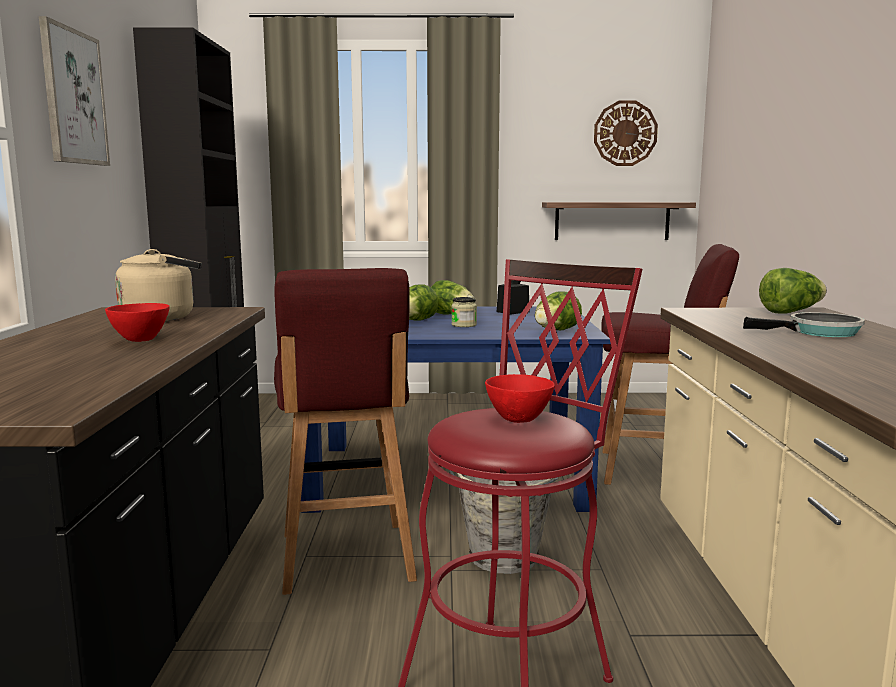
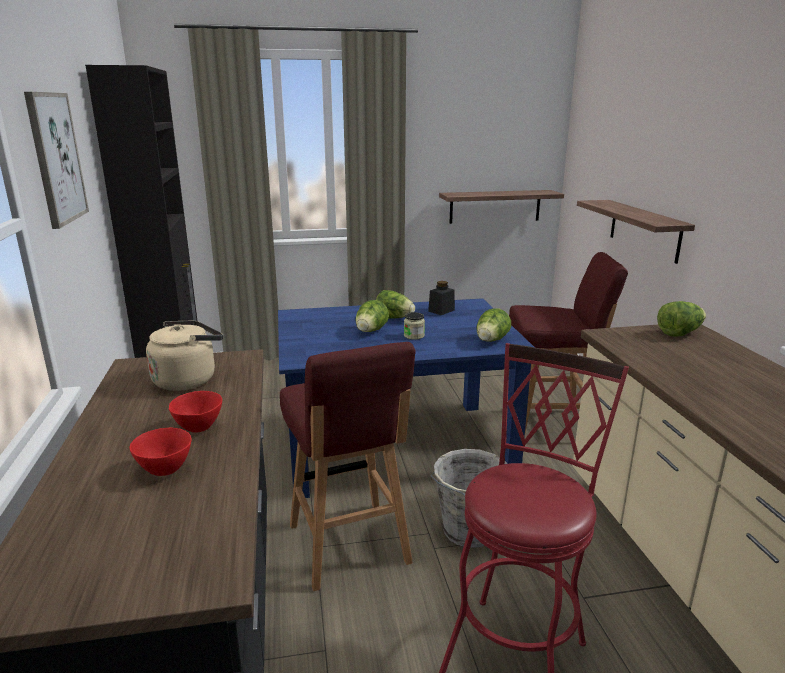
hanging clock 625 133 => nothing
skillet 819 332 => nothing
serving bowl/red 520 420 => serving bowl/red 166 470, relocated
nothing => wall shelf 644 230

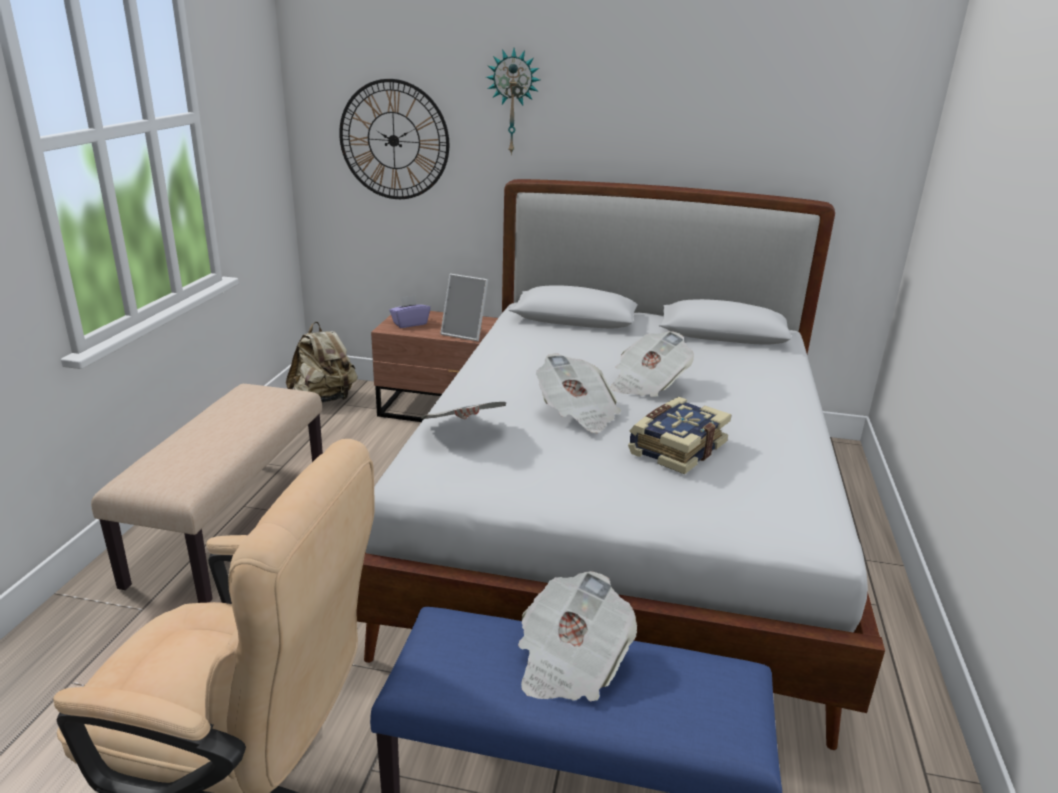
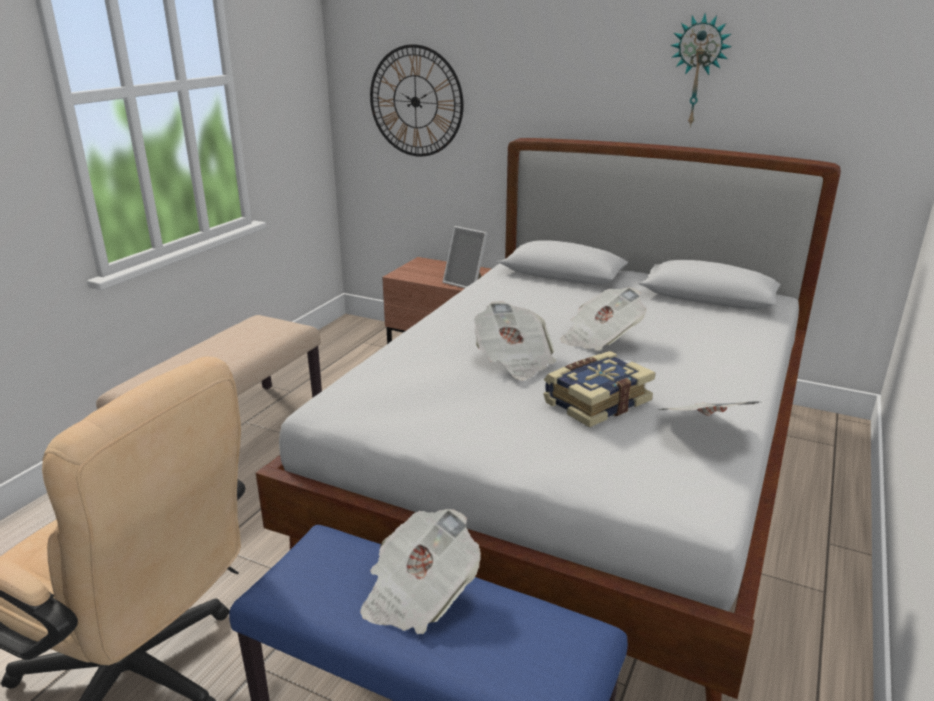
hanging clock 513 102 => hanging clock 698 71, relocated
box of tissues/purple-coloured 410 323 => nothing
rucksack/beige-coloured 324 399 => nothing
daily paper 463 432 => daily paper 702 429, relocated

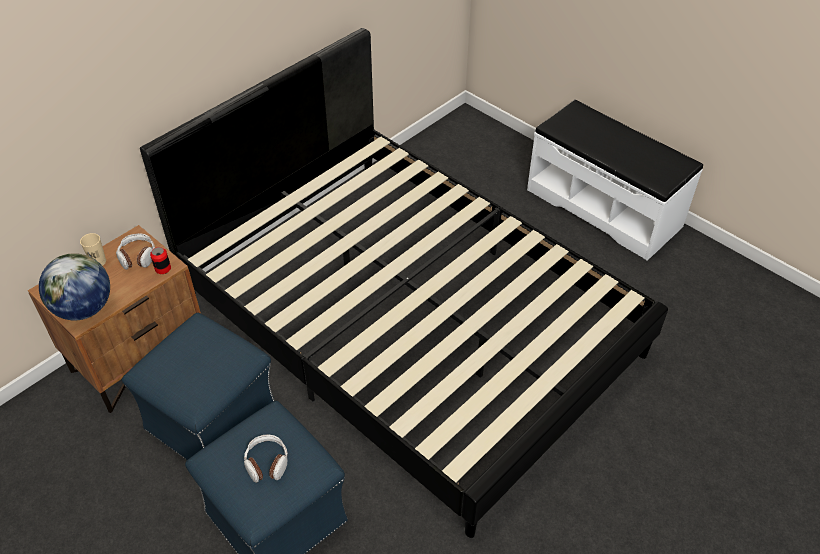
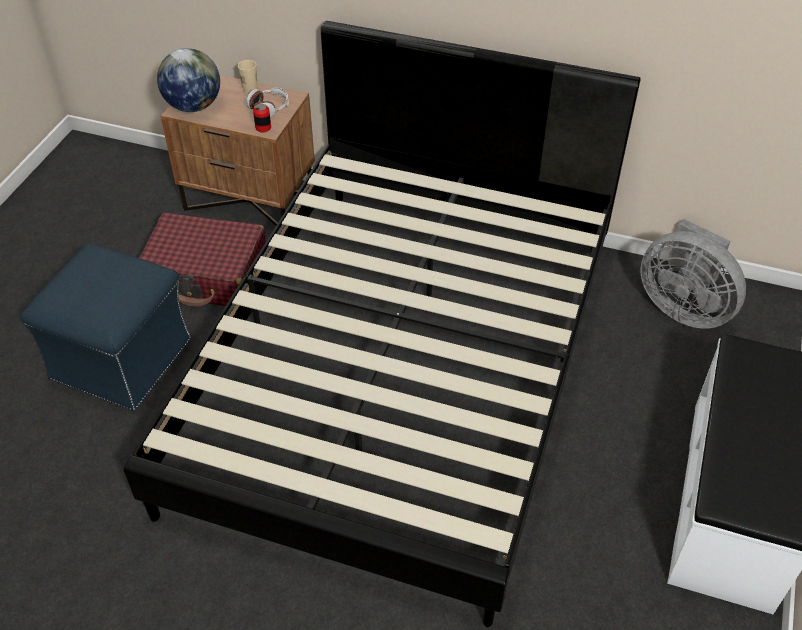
footrest/bluish 213 419 => piece of luggage/red 206 274
headset 267 463 => nothing
nothing => fan/greyish 683 307

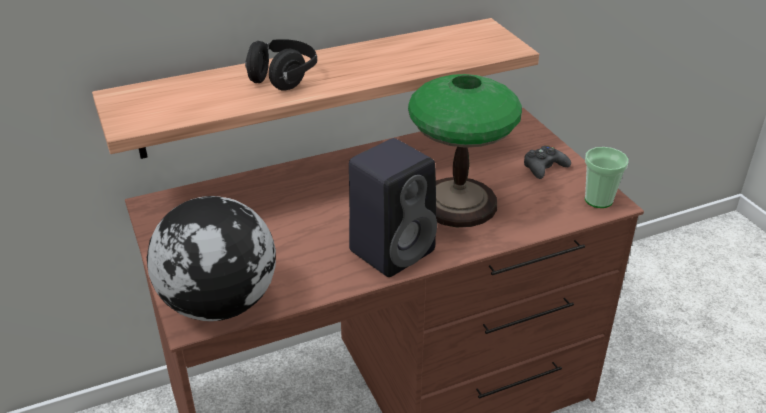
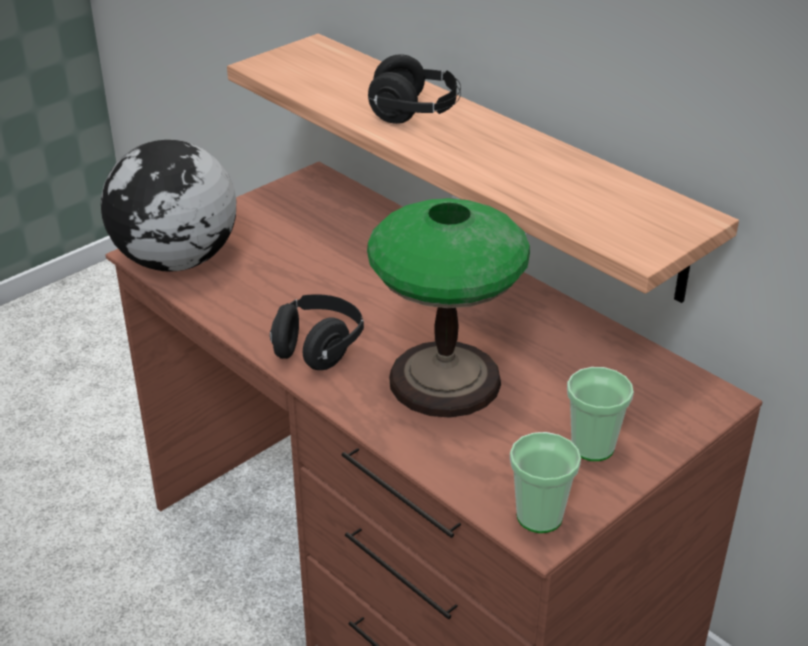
audio speaker/blackish 393 249 => headset/blackish 318 348
gamepad/blackish 544 167 => drinking cup 592 447

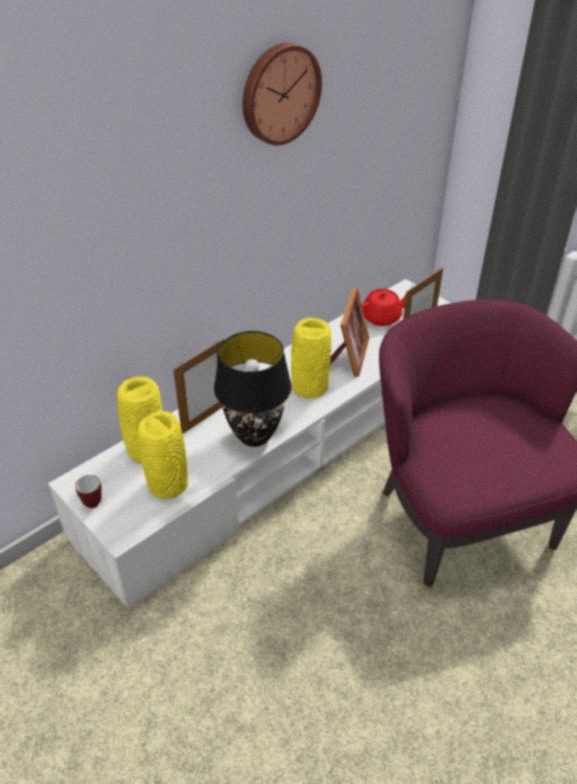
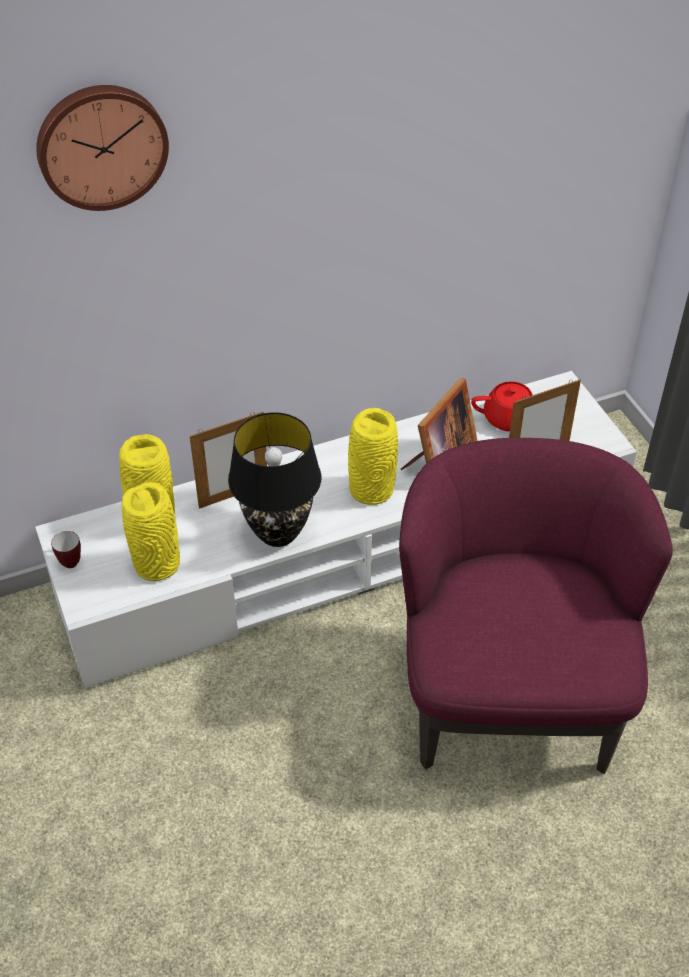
hanging clock 279 93 => hanging clock 101 145, relocated

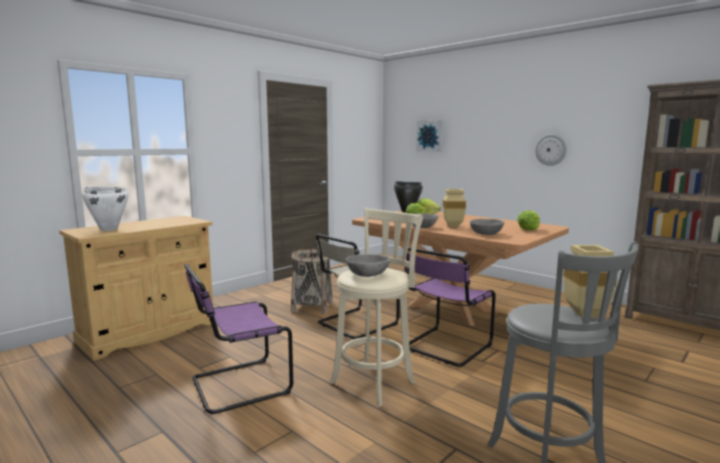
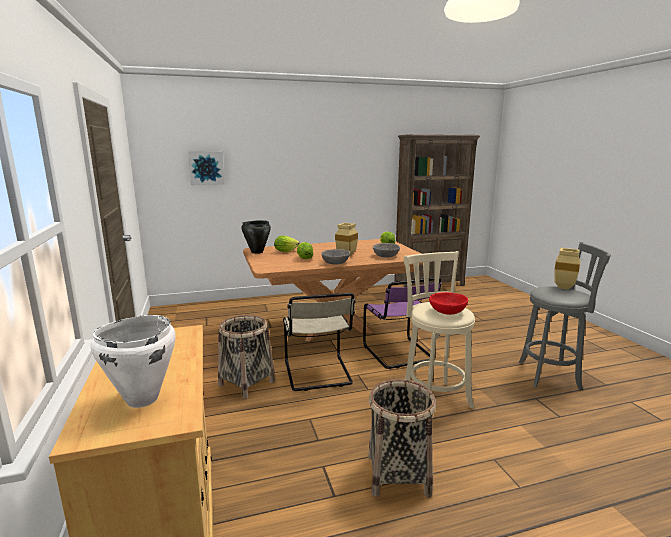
hanging clock 551 150 => nothing
serving bowl/greyish 367 274 => serving bowl/red 447 311
upright chair/purple-coloured 236 386 => household basket 398 475

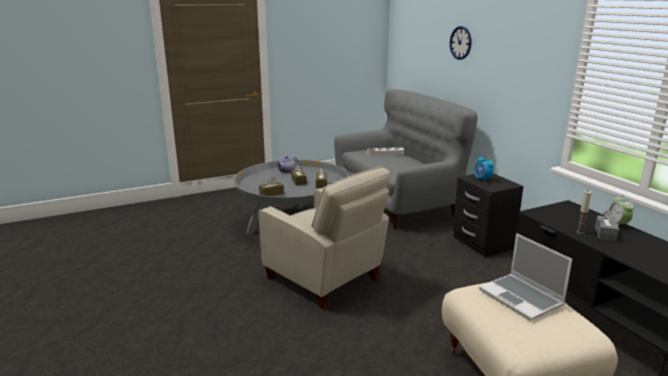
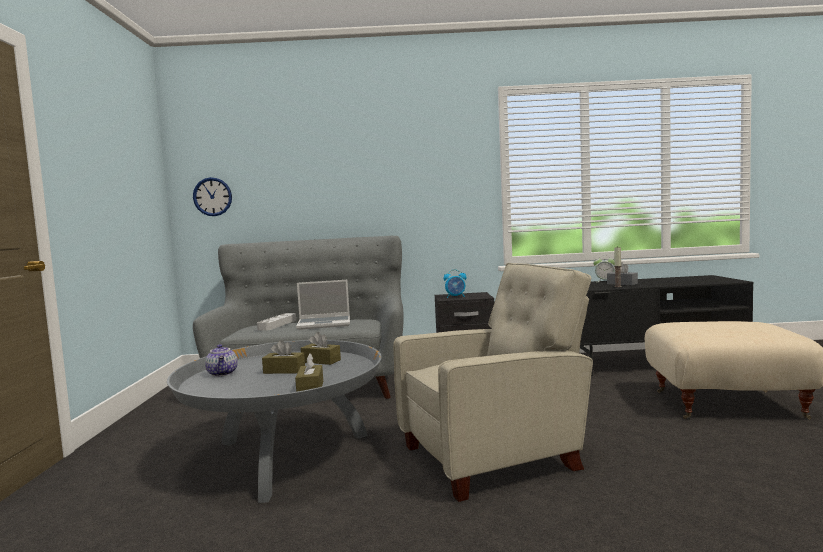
hanging clock 460 43 => hanging clock 212 196, relocated
notebook computer 522 298 => notebook computer 325 324, relocated

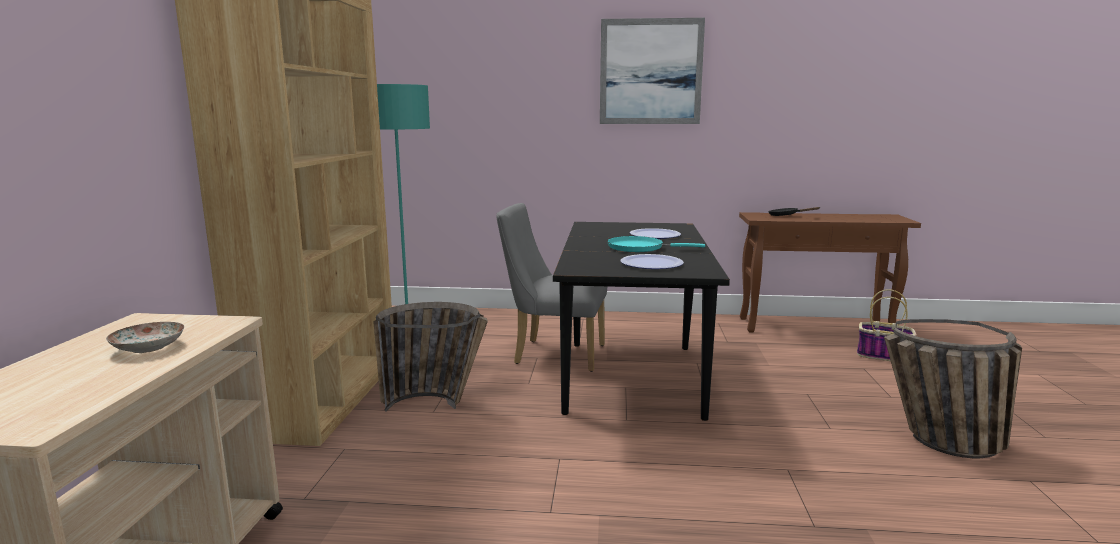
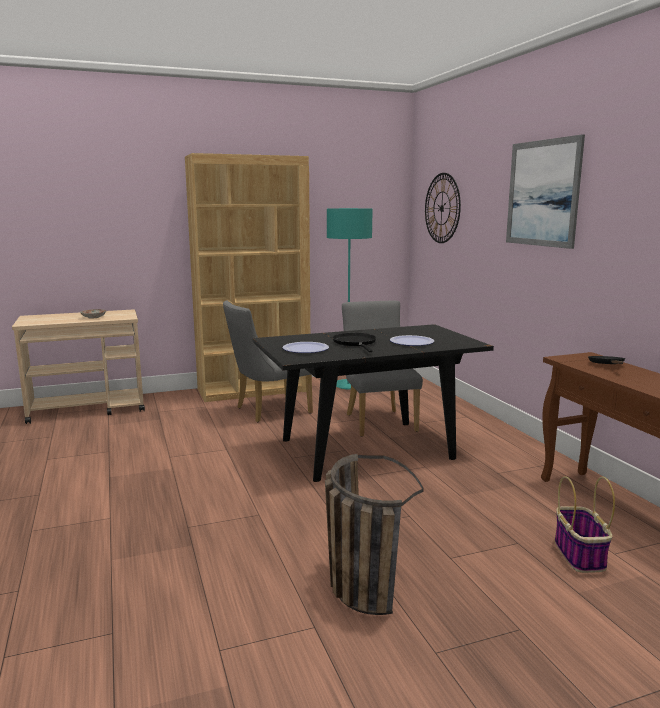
skillet/turquoise 639 248 => skillet/blackish 355 343
household basket 437 404 => upright chair/greyish 268 411
nothing => hanging clock 442 208

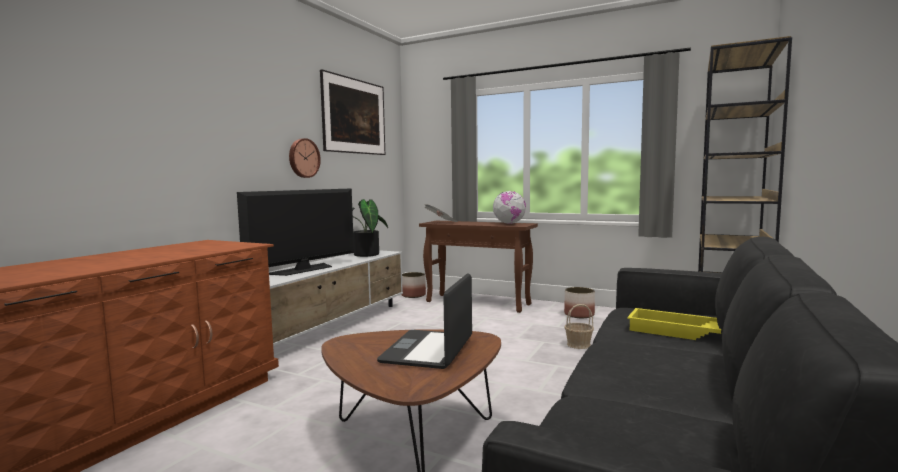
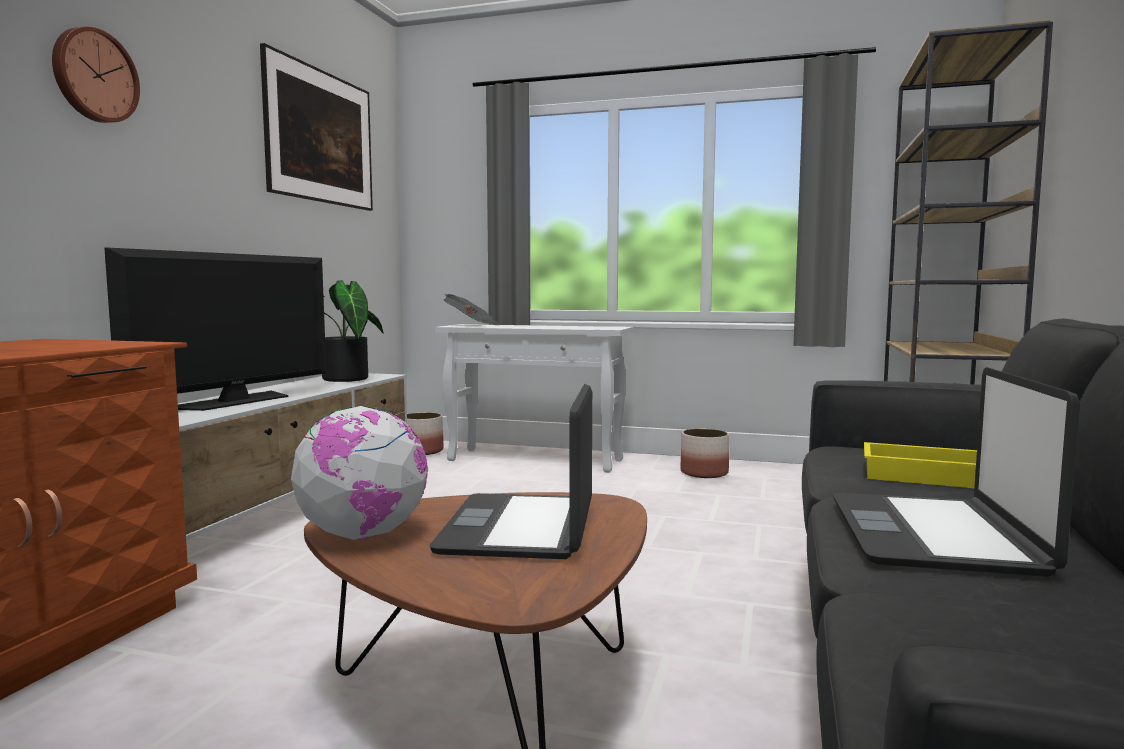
hanging clock 303 158 => hanging clock 94 76, relocated
desk globe 509 223 => desk globe 363 535, relocated
narrow table/brown-coloured 478 303 => narrow table/whitish 536 460
household basket 578 345 => nothing
nothing => notebook computer 935 536

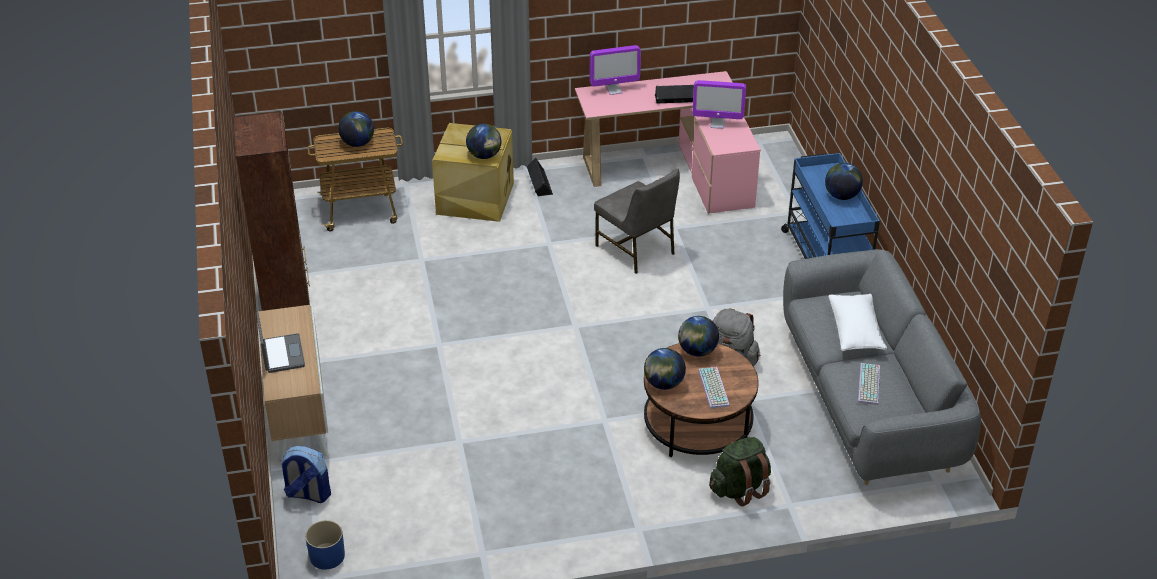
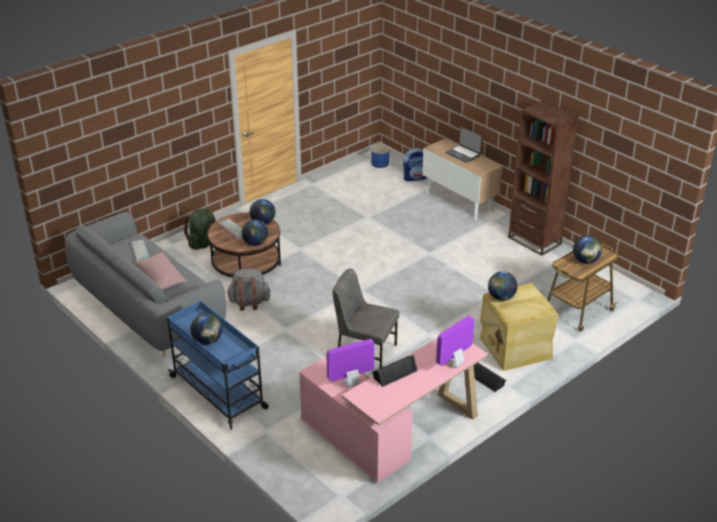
cushion/whitish 855 331 => cushion/pink-coloured 161 278

